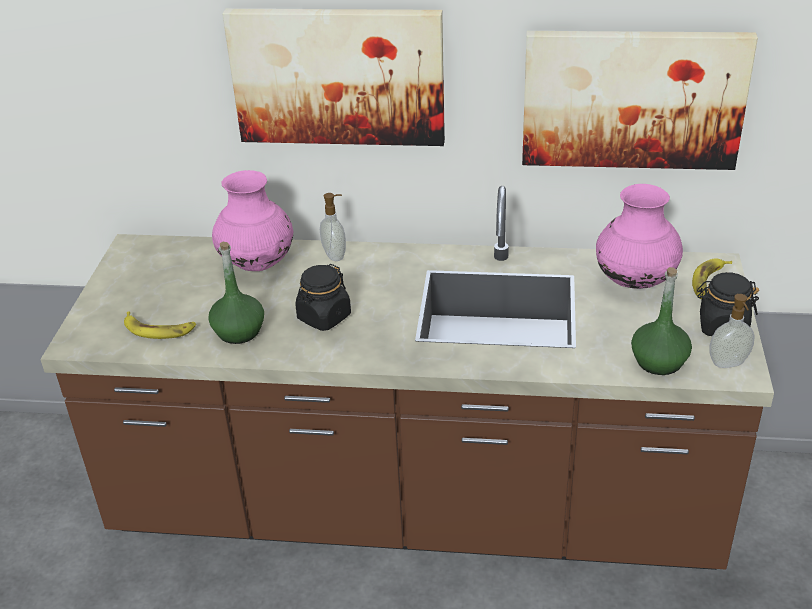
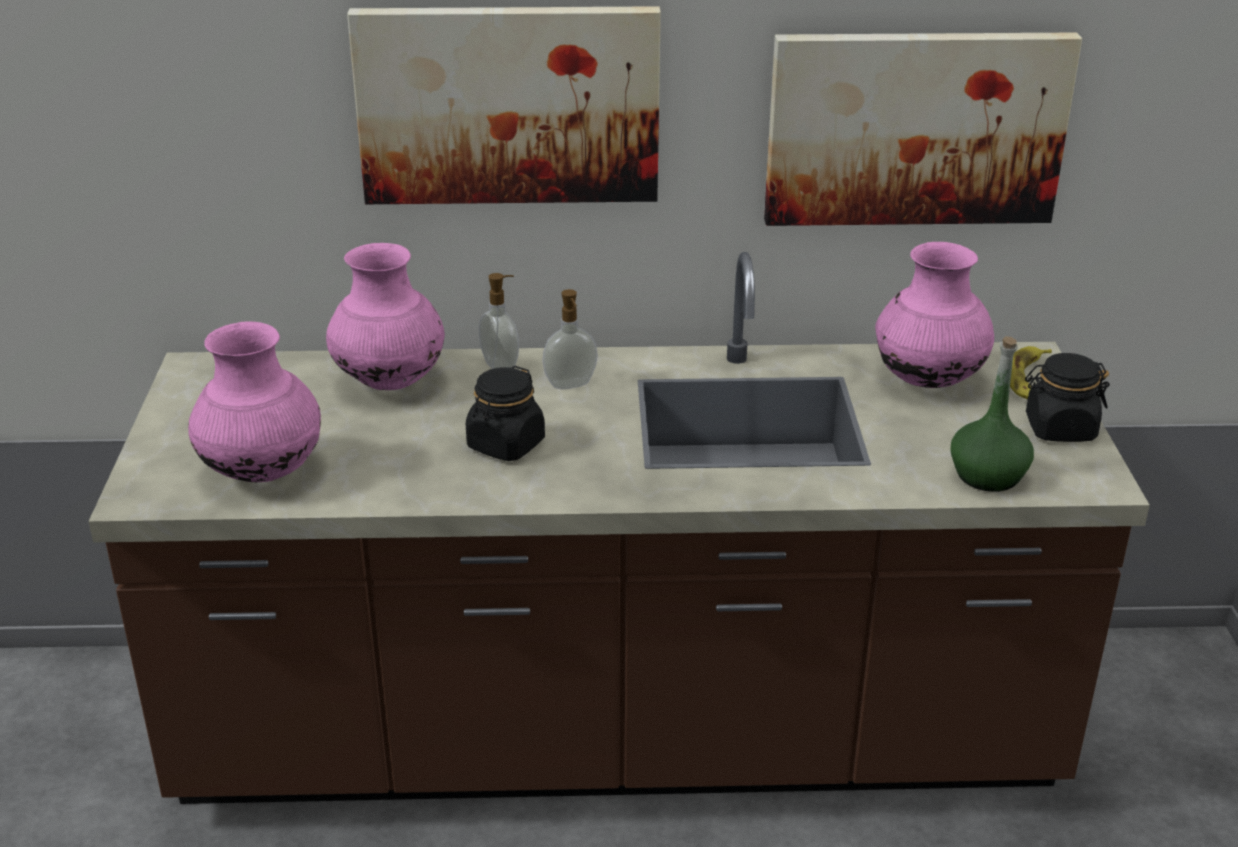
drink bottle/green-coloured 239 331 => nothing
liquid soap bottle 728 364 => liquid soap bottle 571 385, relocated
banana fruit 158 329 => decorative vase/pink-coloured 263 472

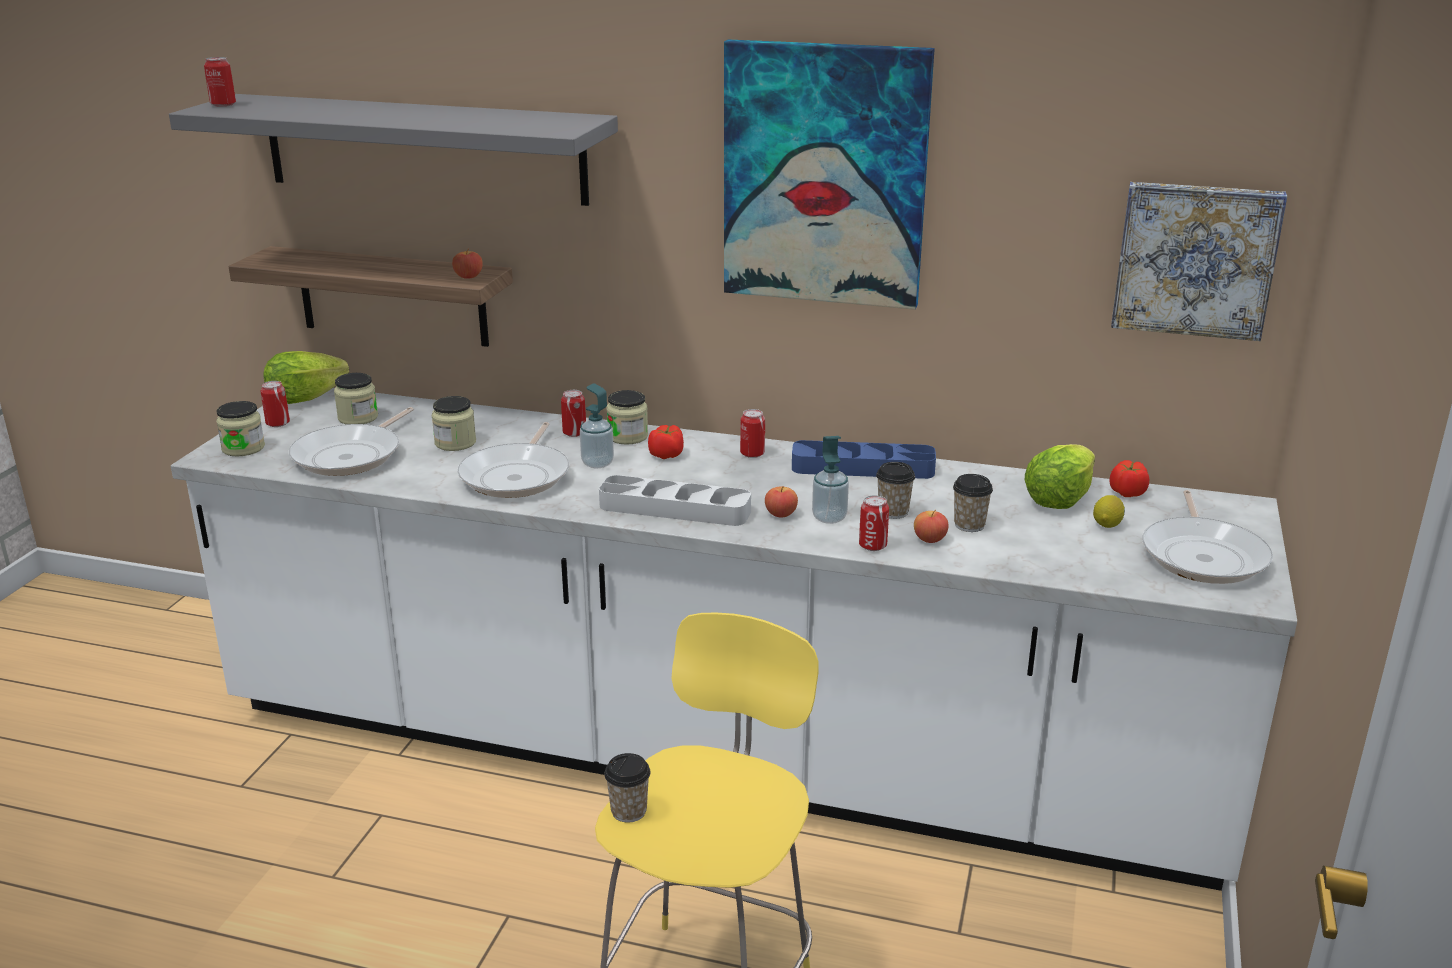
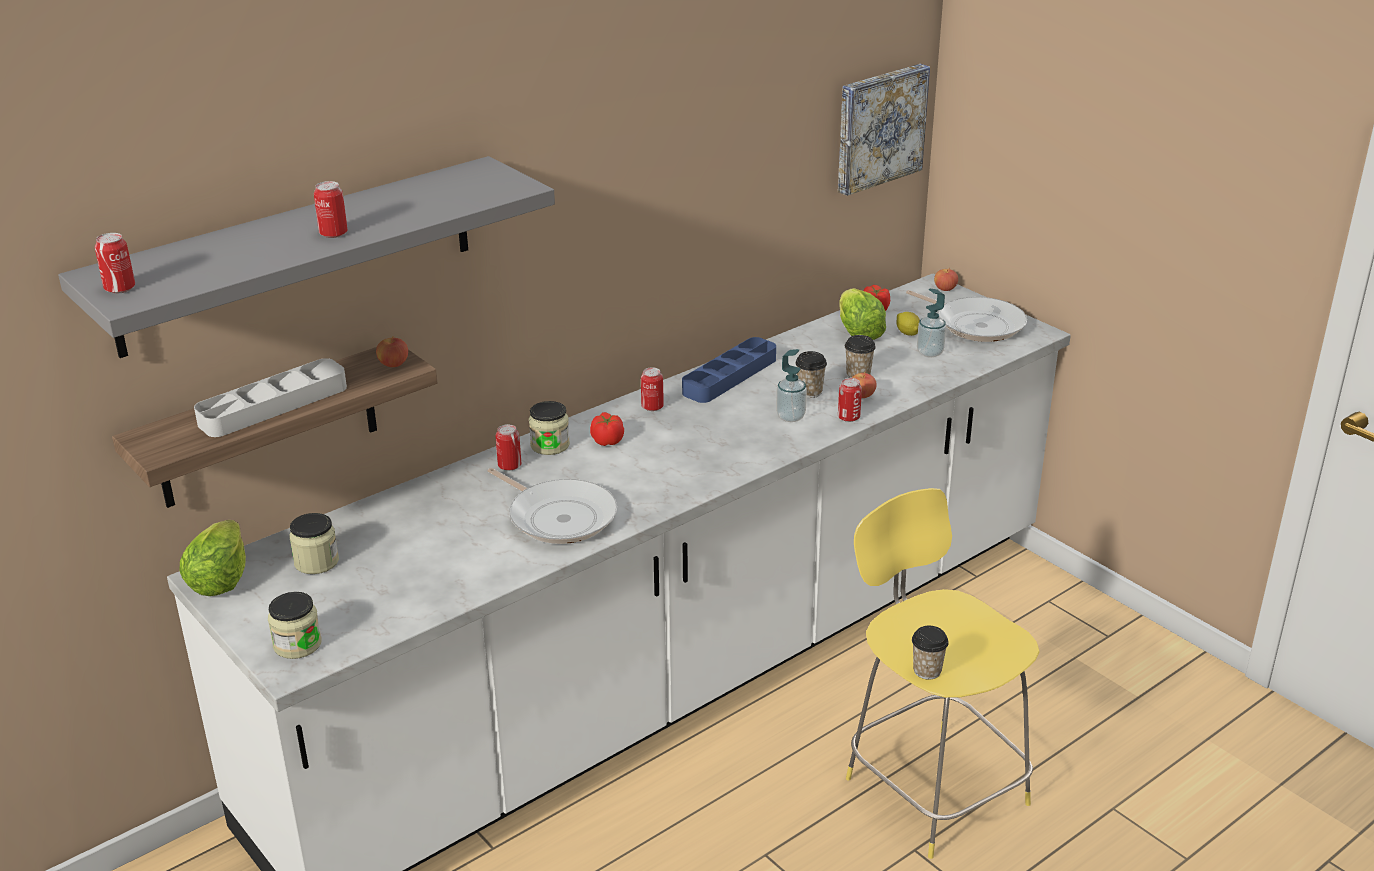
wall picture 825 175 => nothing
metal can 278 423 => metal can 333 233, relocated
liquid soap bottle 597 463 => liquid soap bottle 929 352, relocated
preserve jar 455 443 => nothing
skillet 351 455 => nothing
serving tray/greyish 674 509 => serving tray/greyish 273 405, relocated
apple fruit 780 514 => apple fruit 945 289, relocated

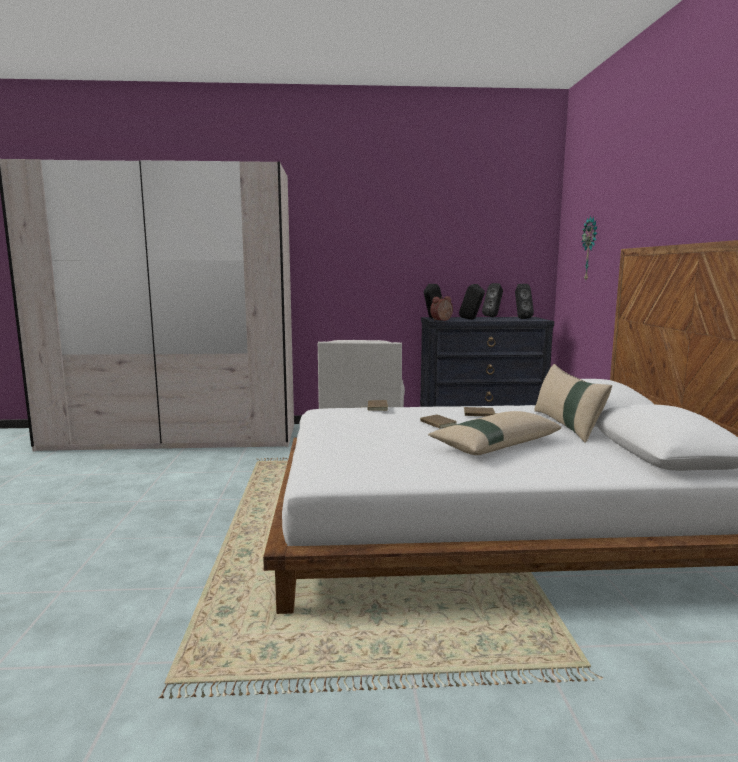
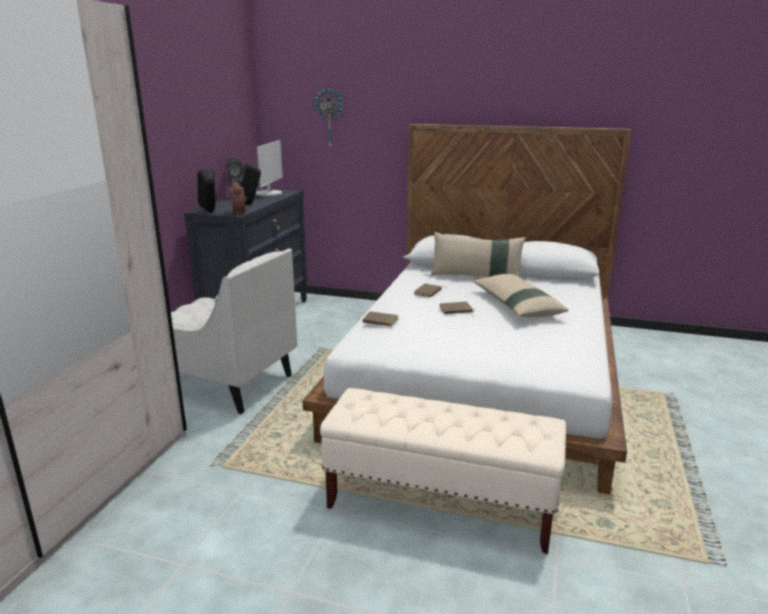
audio speaker/blackish 521 318 => computer display 269 193
nothing => long seat/beige-coloured 440 504

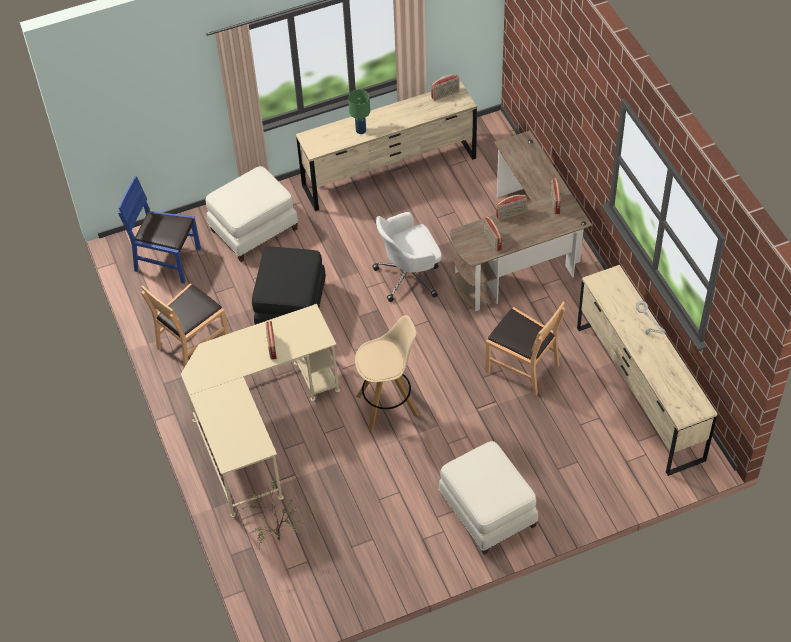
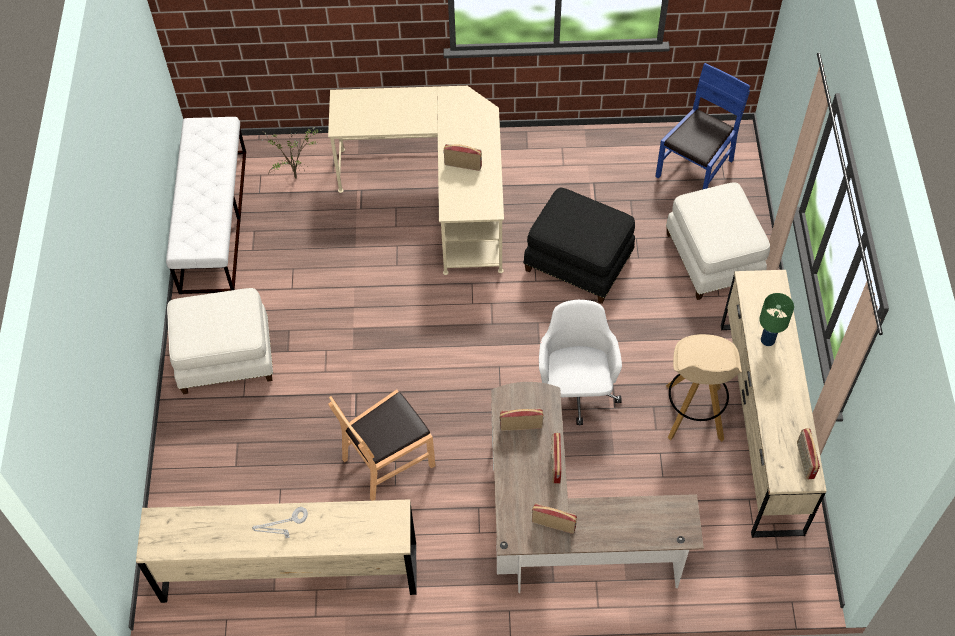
upright chair/brown-coloured 192 343 => nothing
sitting stool/beige-coloured 388 405 => sitting stool/beige-coloured 694 413, relocated
nothing => long seat/whitish 213 220

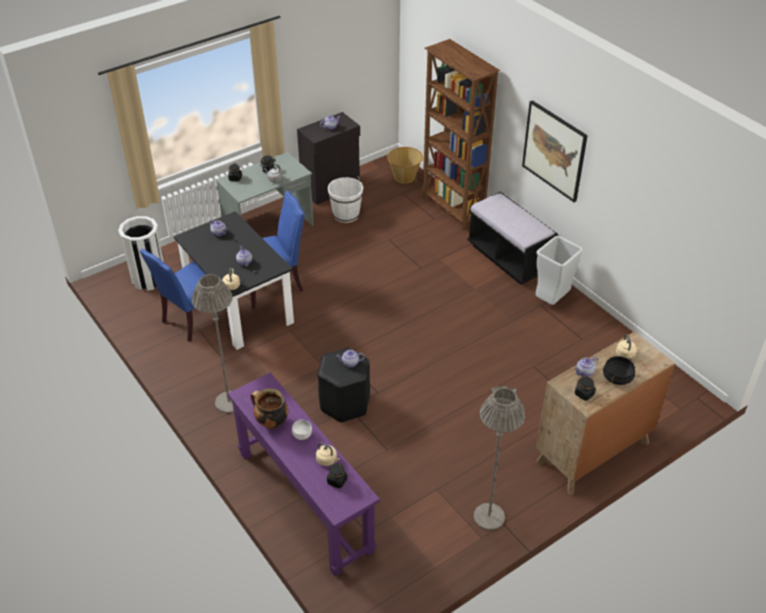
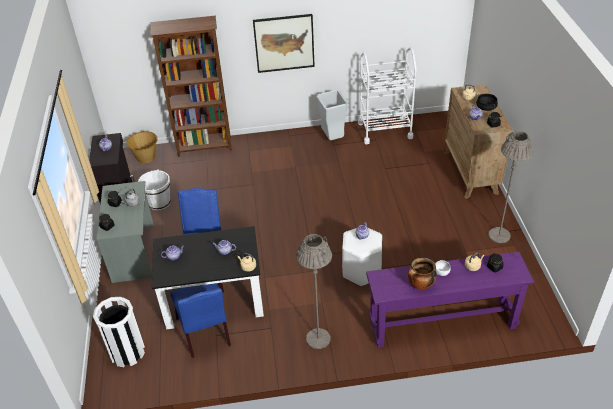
long seat/blackish 508 258 => nothing
sitting stool/blackish 344 403 => sitting stool/whitish 361 271
nothing => cart/whitish 385 130

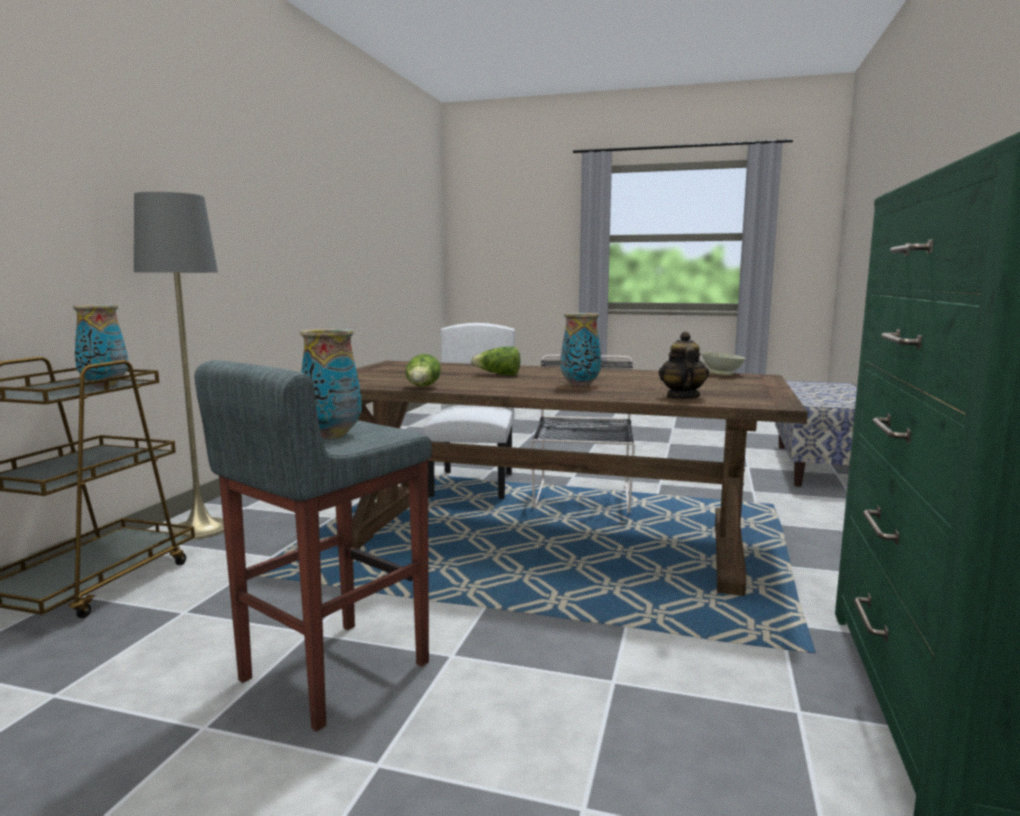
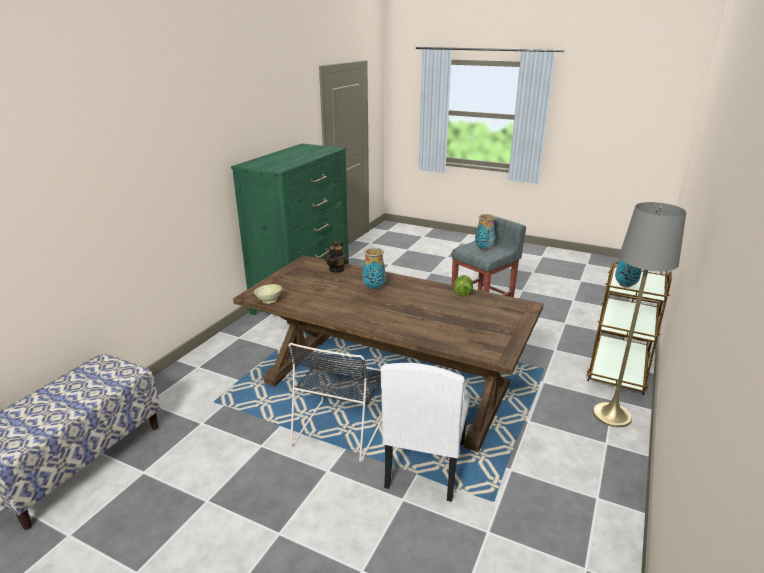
head of lettuce 498 375 => nothing

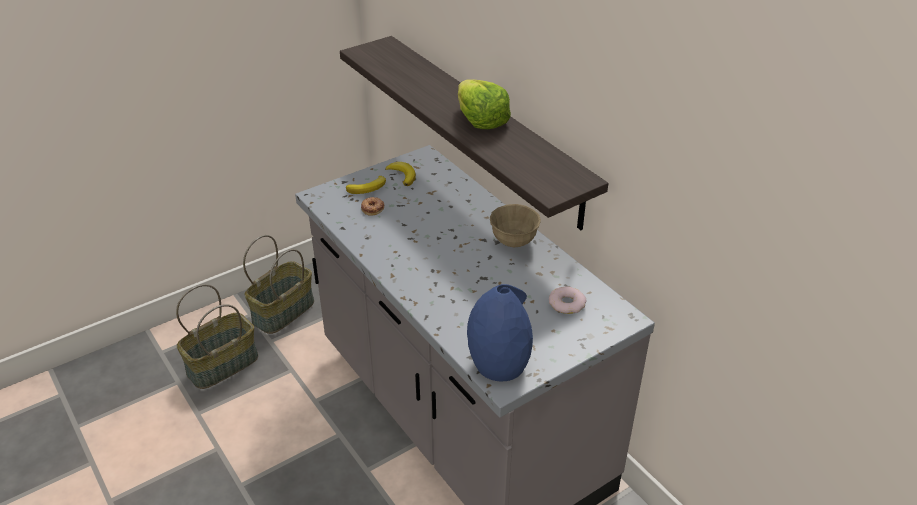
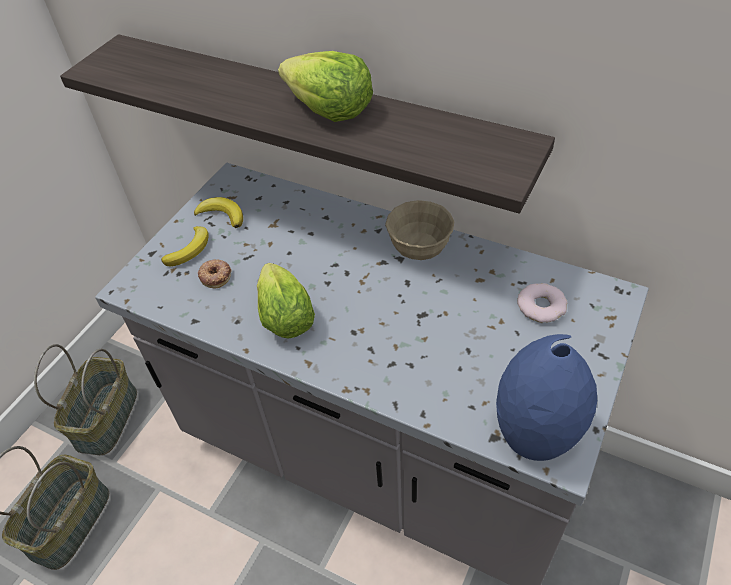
nothing => head of lettuce 284 314

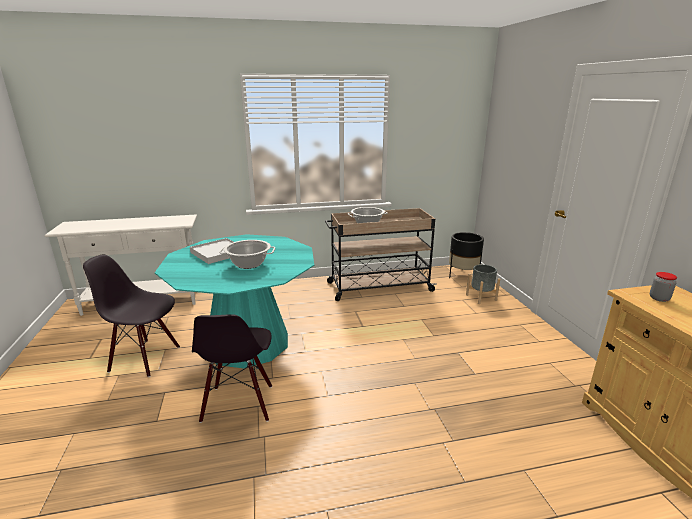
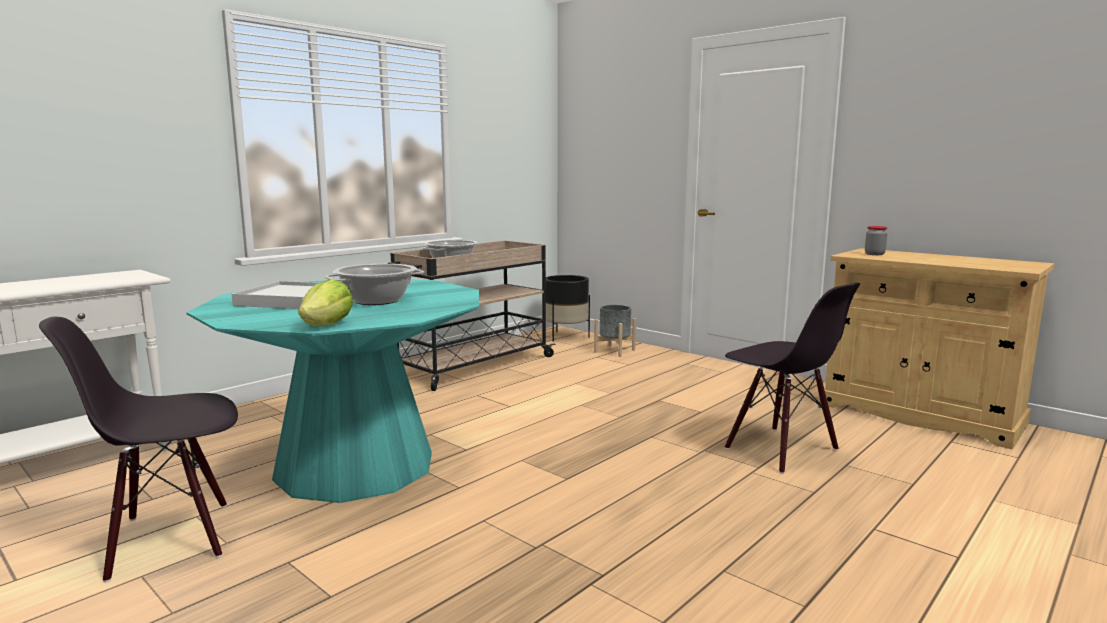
upright chair/blackish 239 404 => upright chair/blackish 780 449, relocated
nothing => head of lettuce 328 325

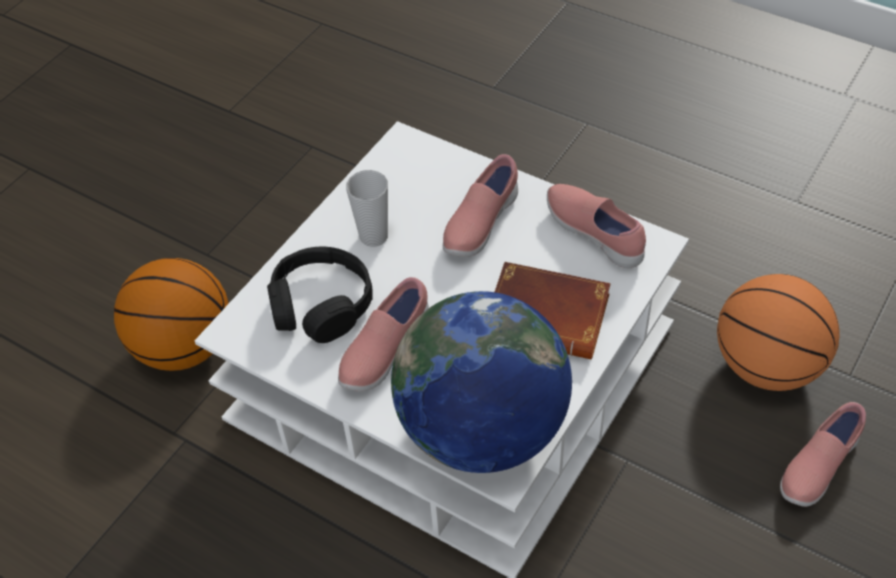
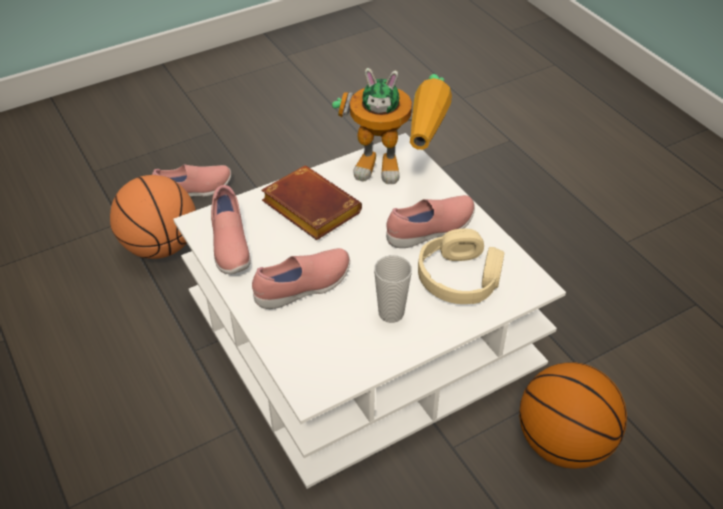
headset/blackish 321 305 => headset/beige-coloured 459 278
desk globe 482 430 => robot figure 397 169

